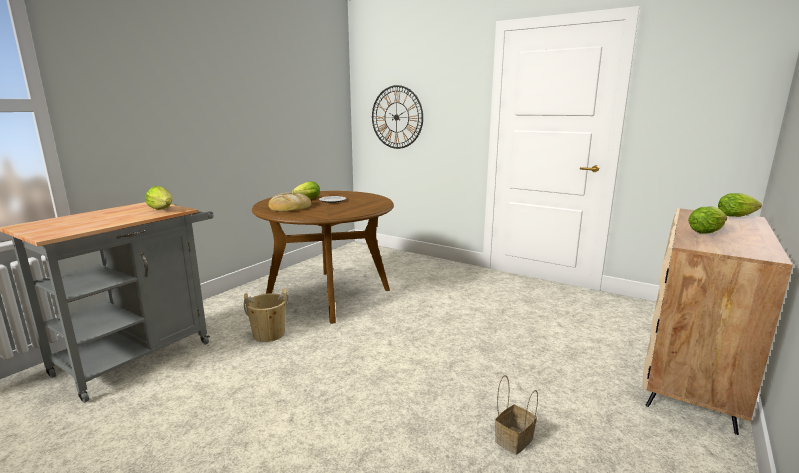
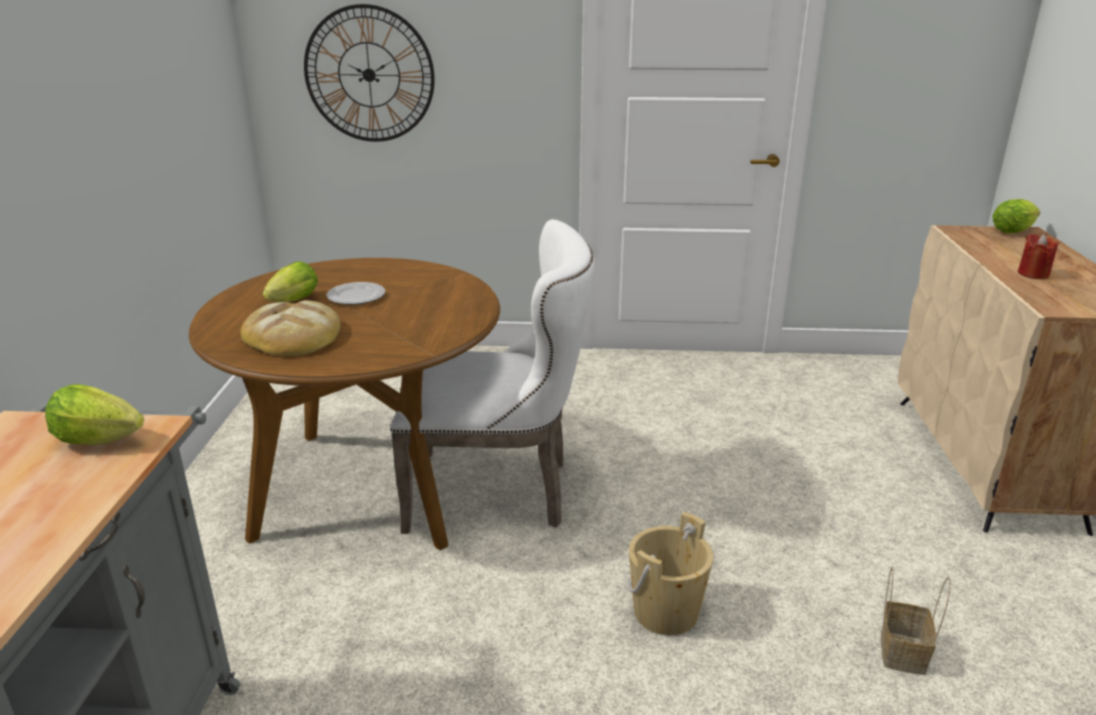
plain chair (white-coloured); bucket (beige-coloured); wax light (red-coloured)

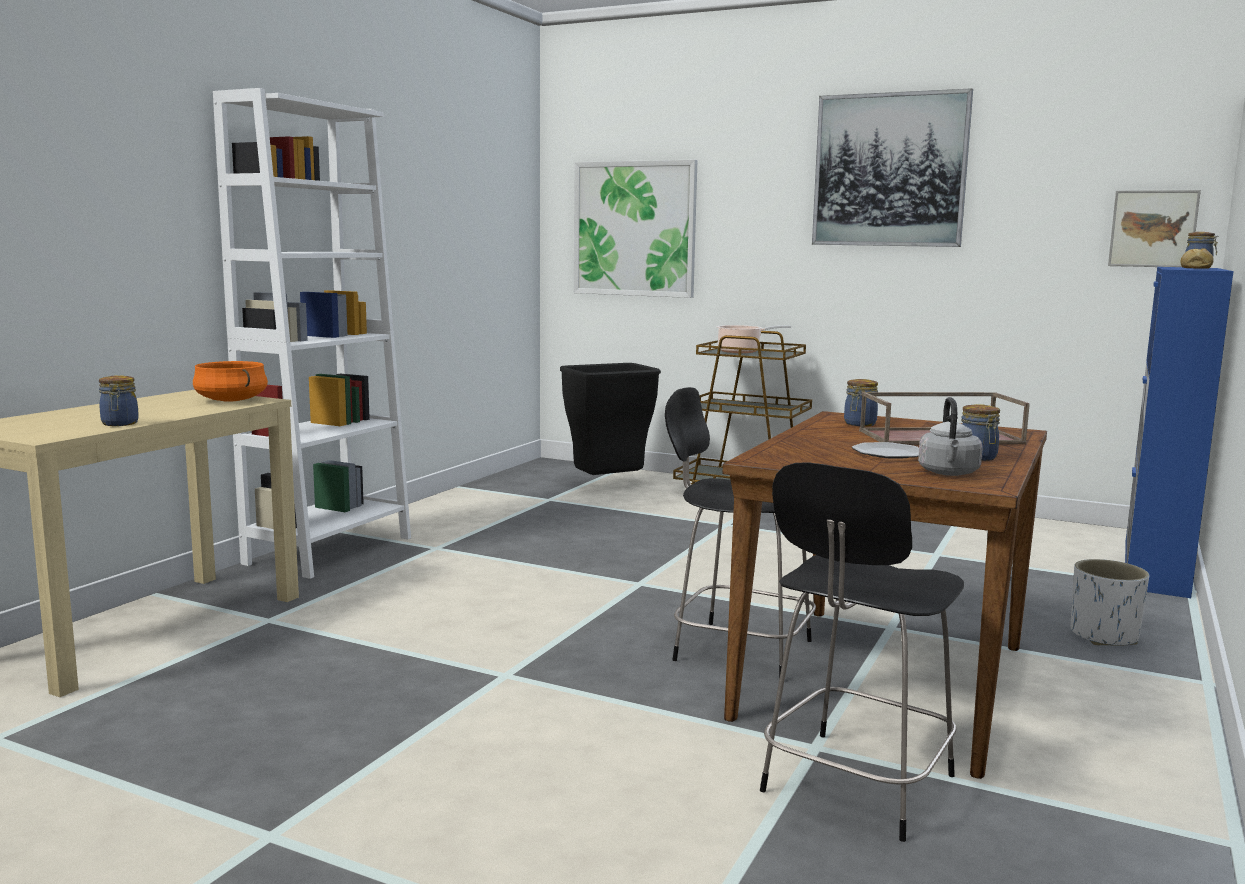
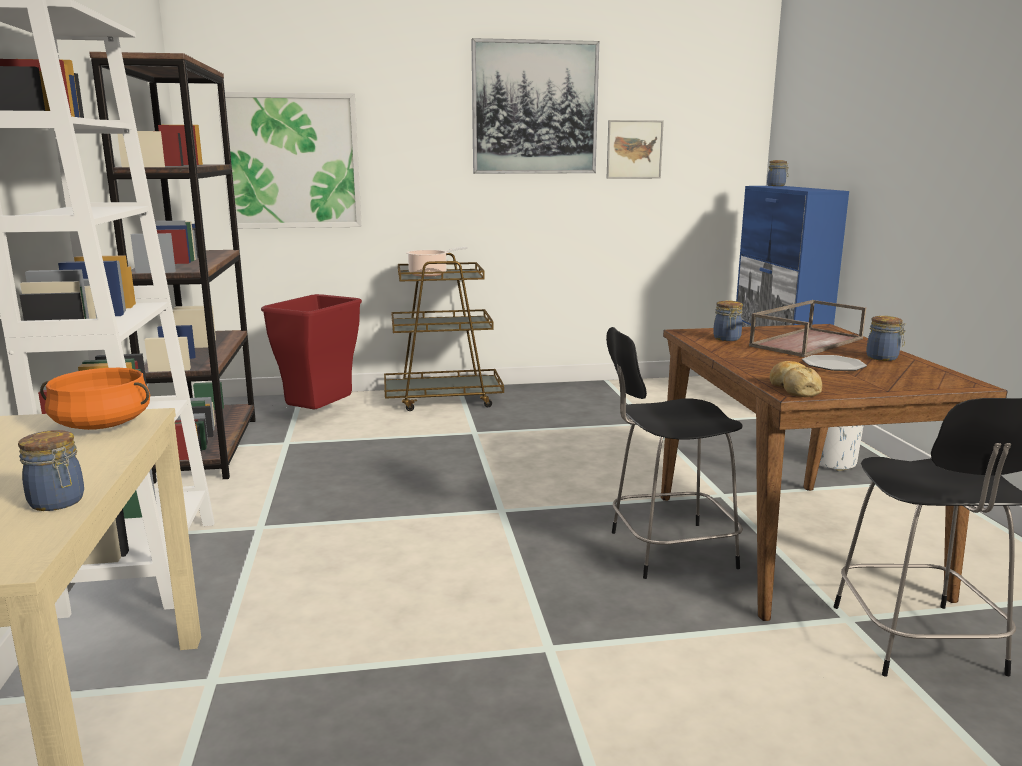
tea kettle (greyish); shelving unit (brownish); picture (3rd from left); bakery bread; waste bin (red-coloured)

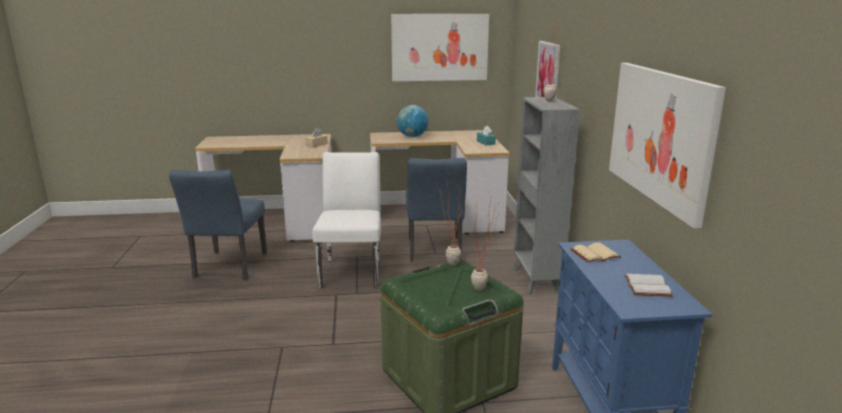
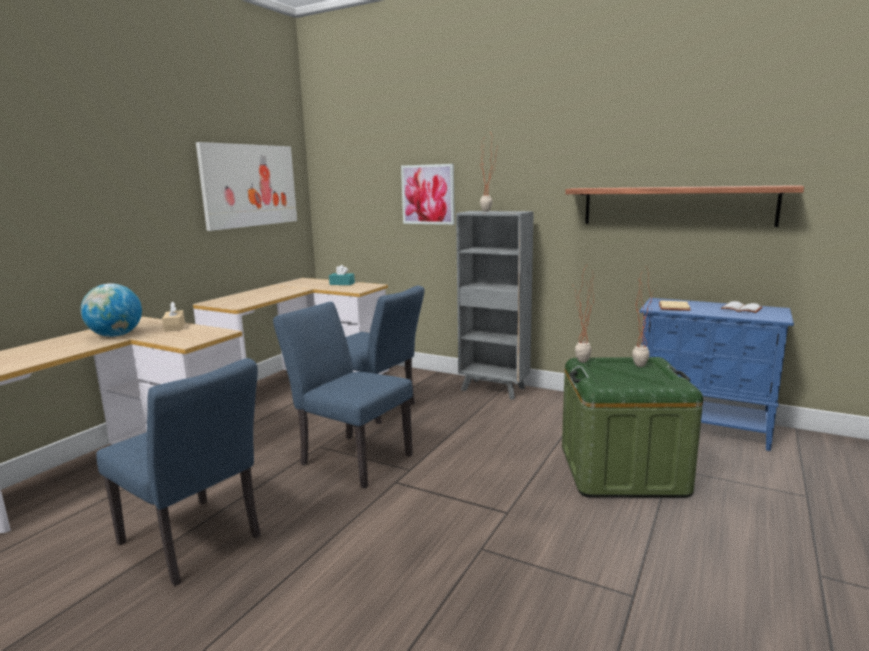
desk globe; wall shelf; plain chair (blue-coloured) (2nd from left)

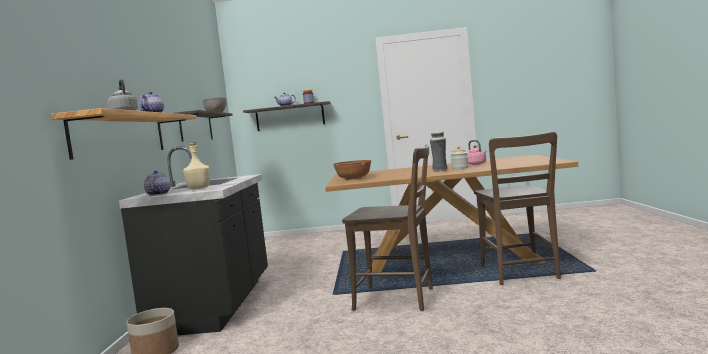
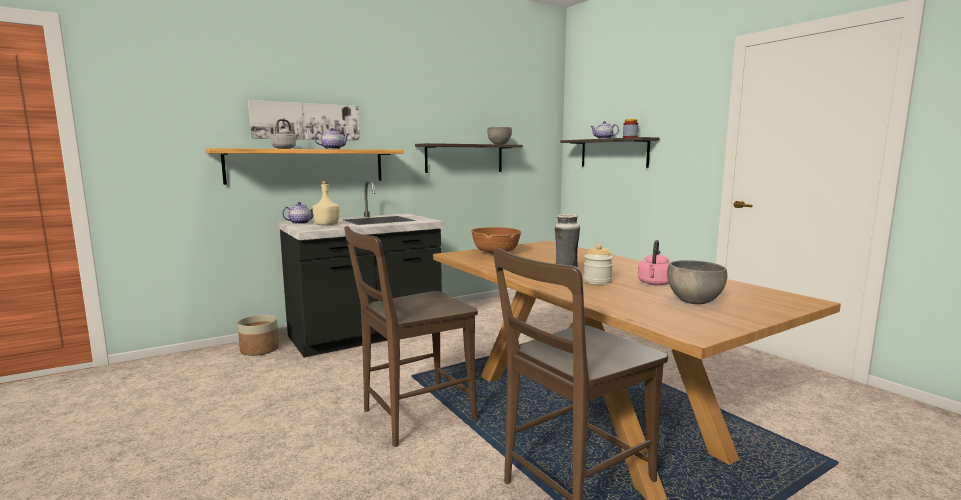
picture; deep dish (greyish) (2nd from left); plain chair (brownish) (1st from left)

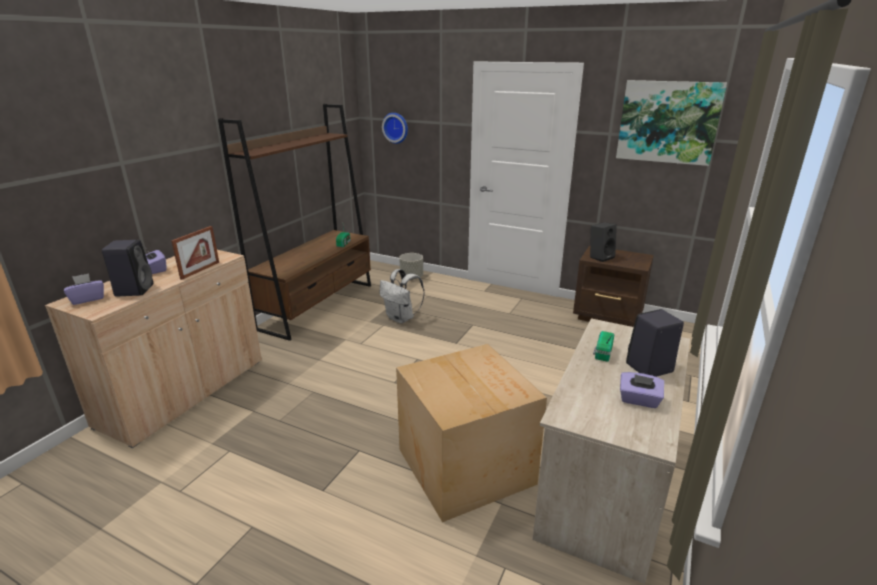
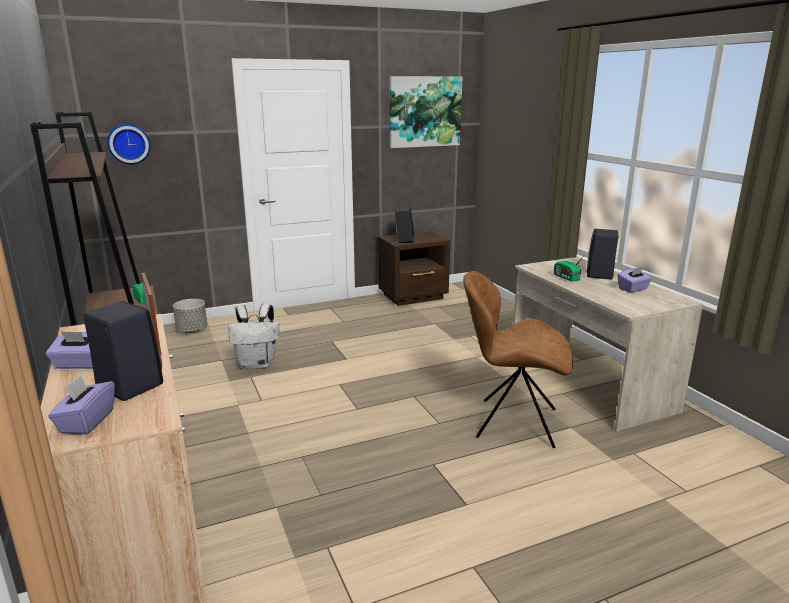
plain chair (brownish)

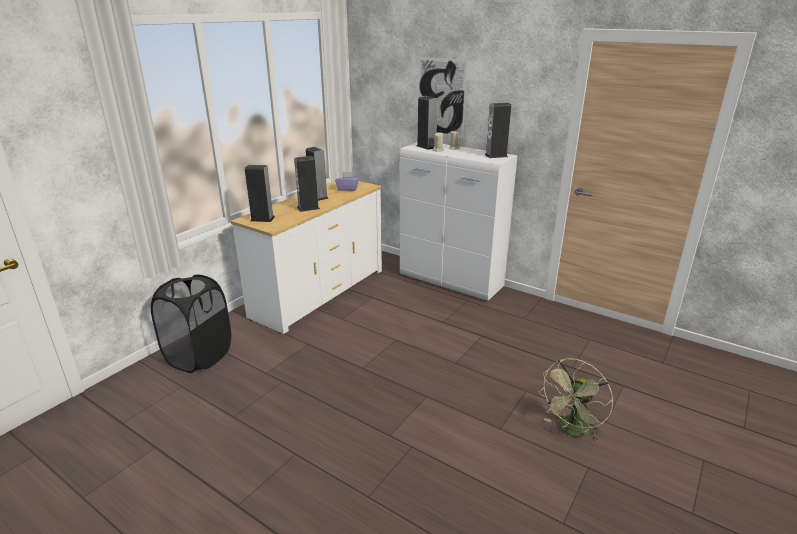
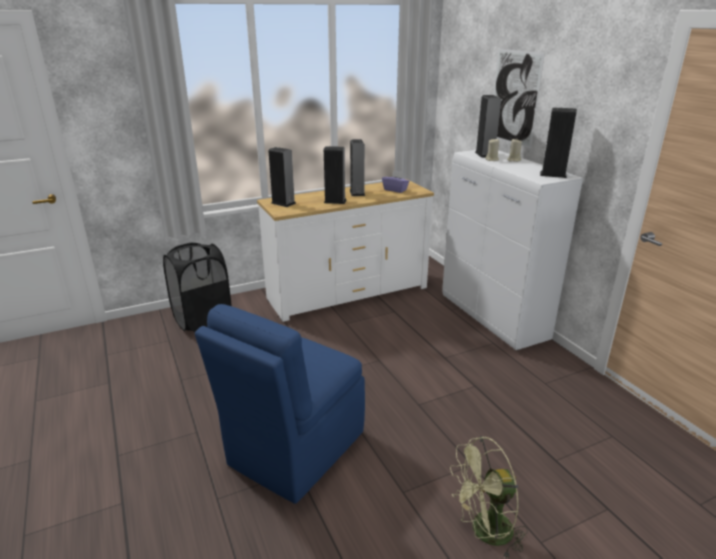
plain chair (blue-coloured)

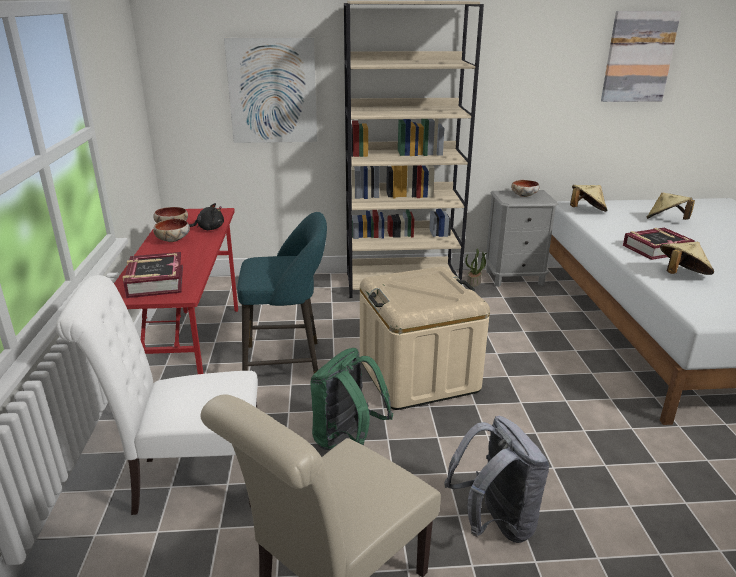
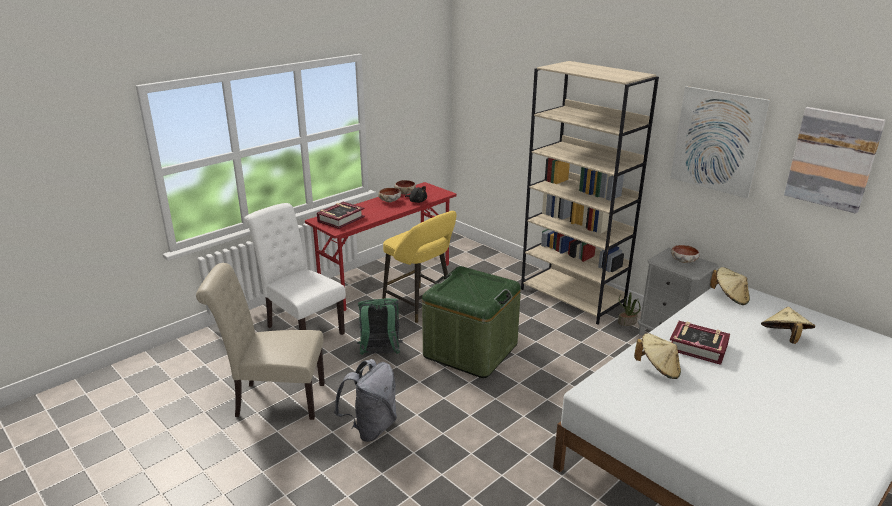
picture (1st from left); stool seat (yellowish); storage container (green)

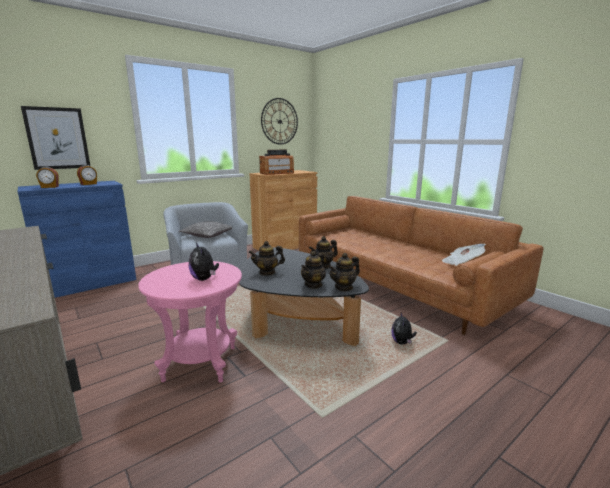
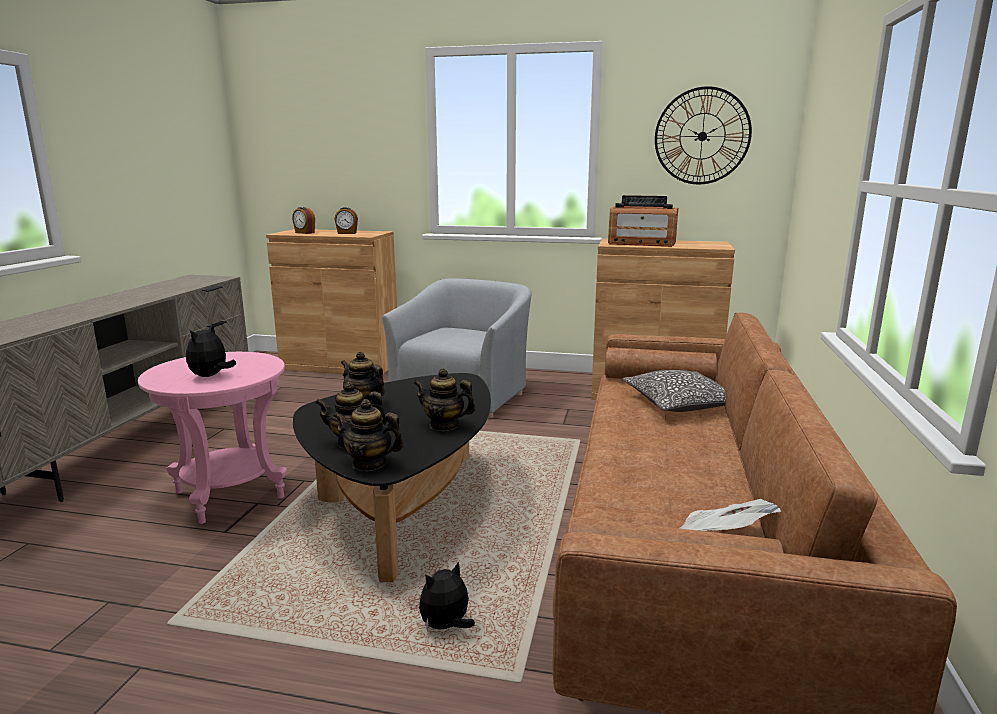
picture; cushion; cabinet (brownish) (1st from left)

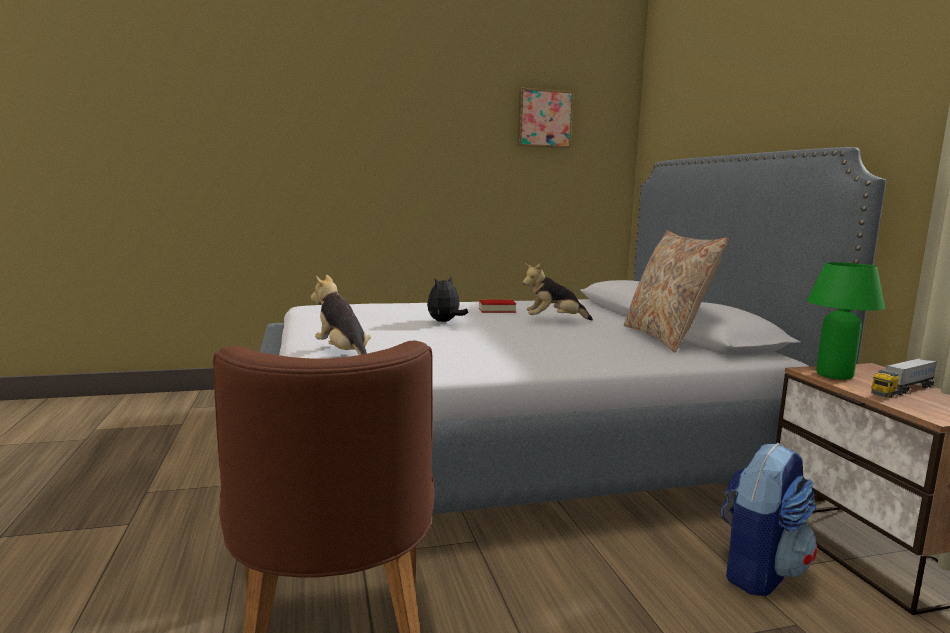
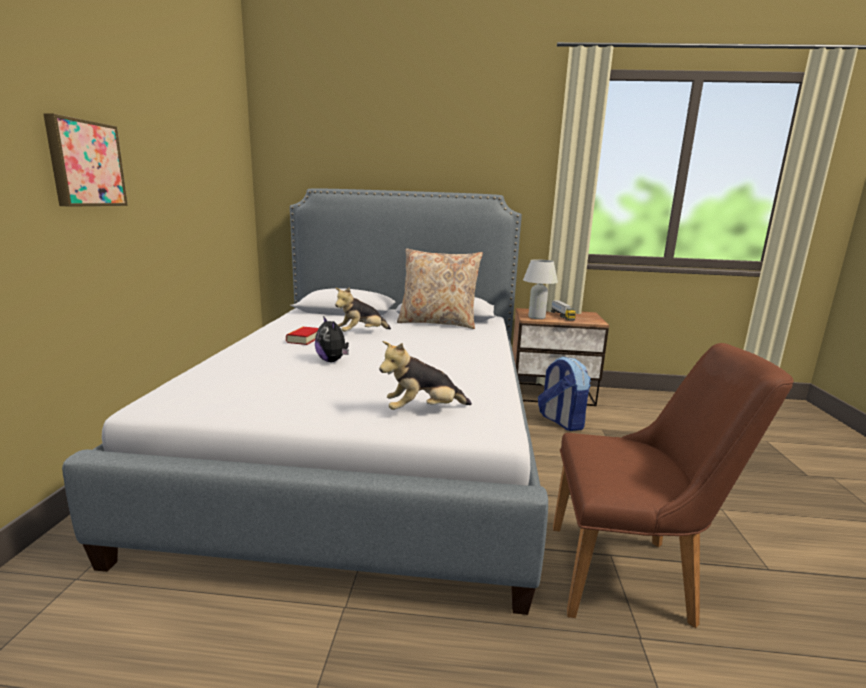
picture; tabletop lamp (white-coloured); plush toy (2nd from left)

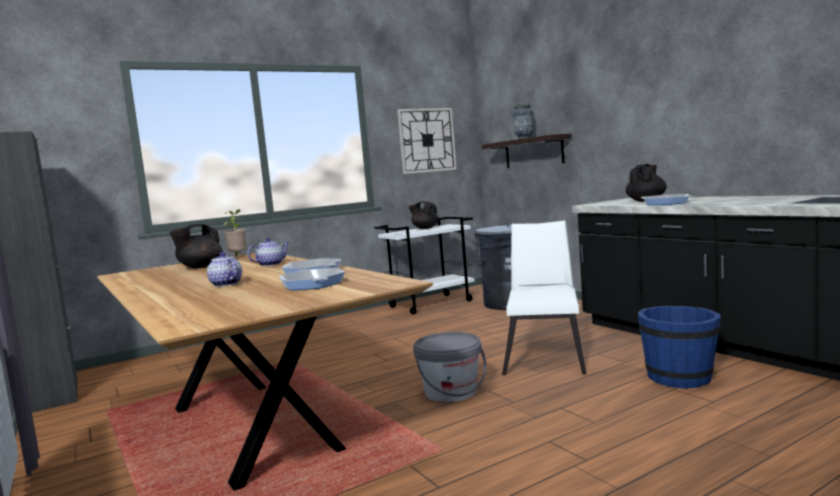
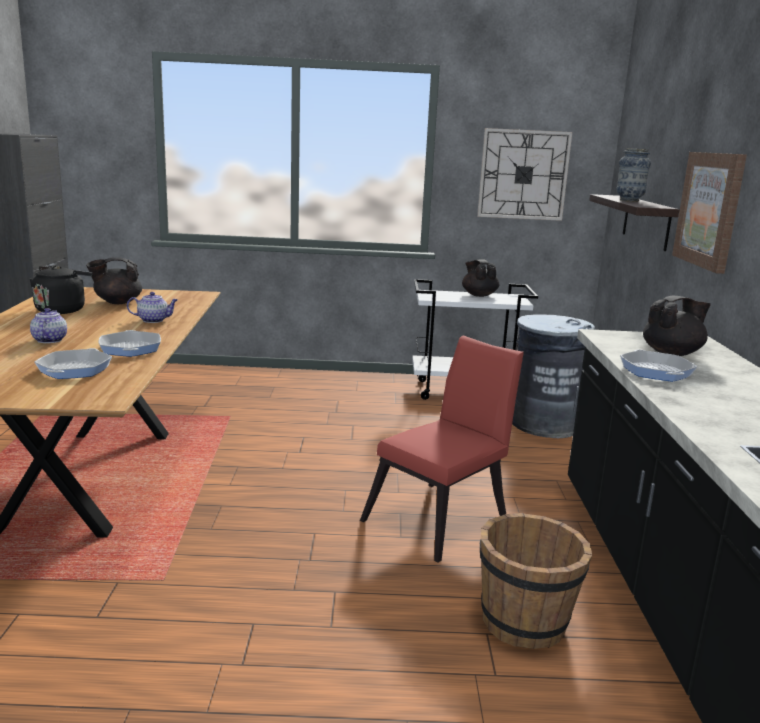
plant in a pot; bucket (greyish); tea kettle (blackish); picture; plain chair (red-coloured); bucket (brownish)

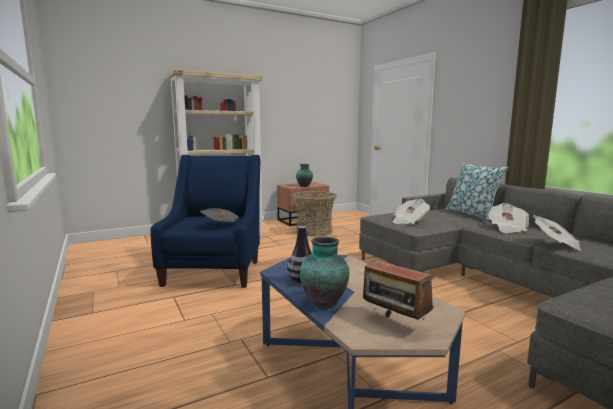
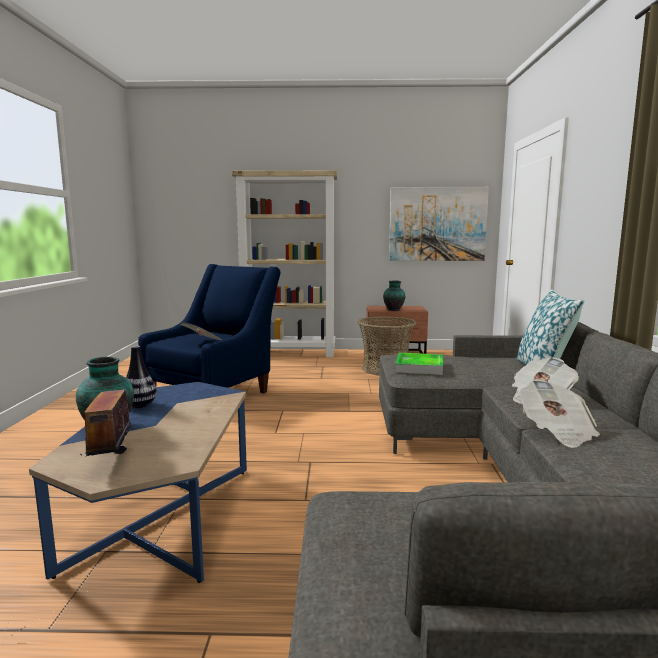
picture; tray

